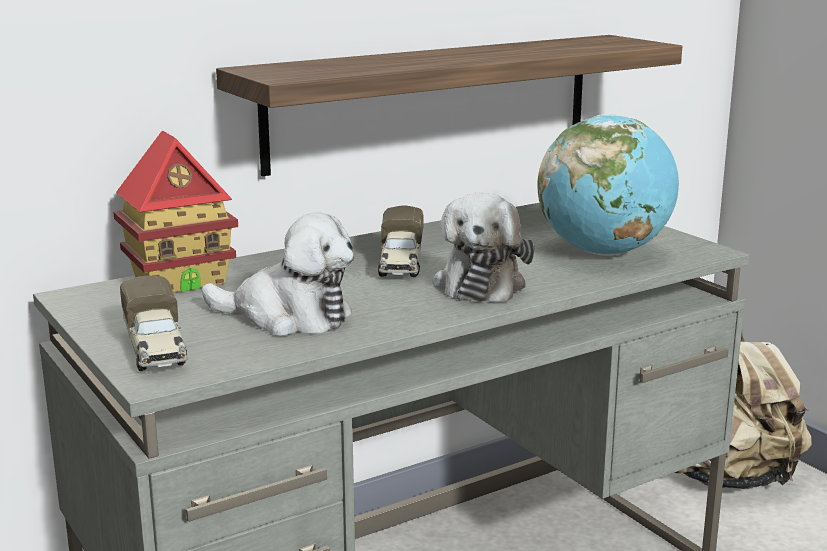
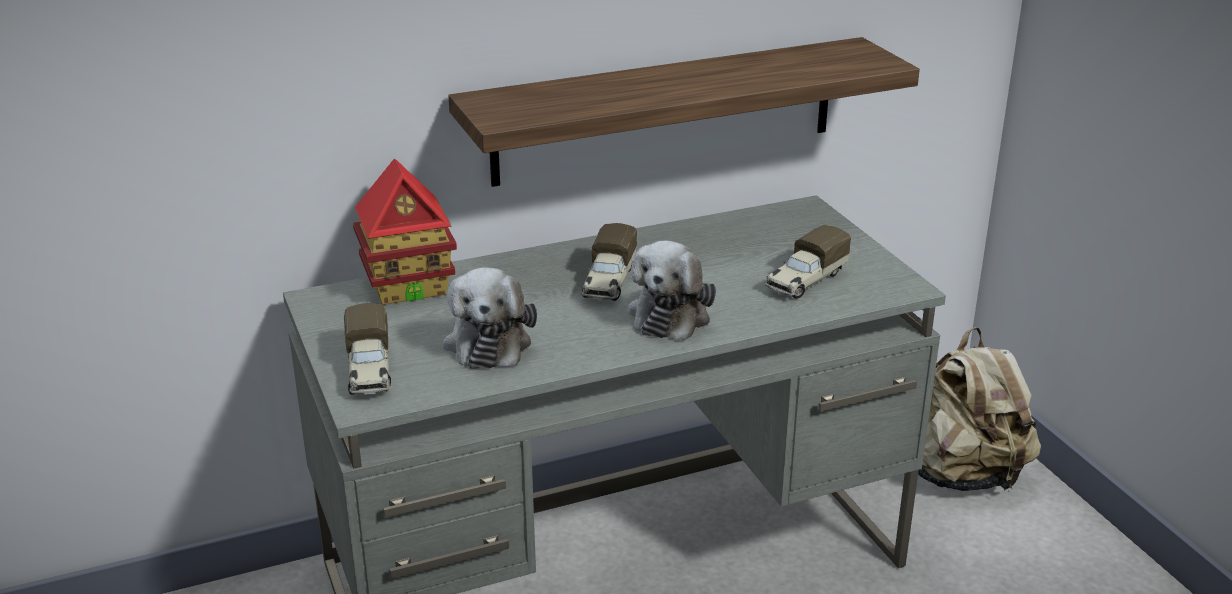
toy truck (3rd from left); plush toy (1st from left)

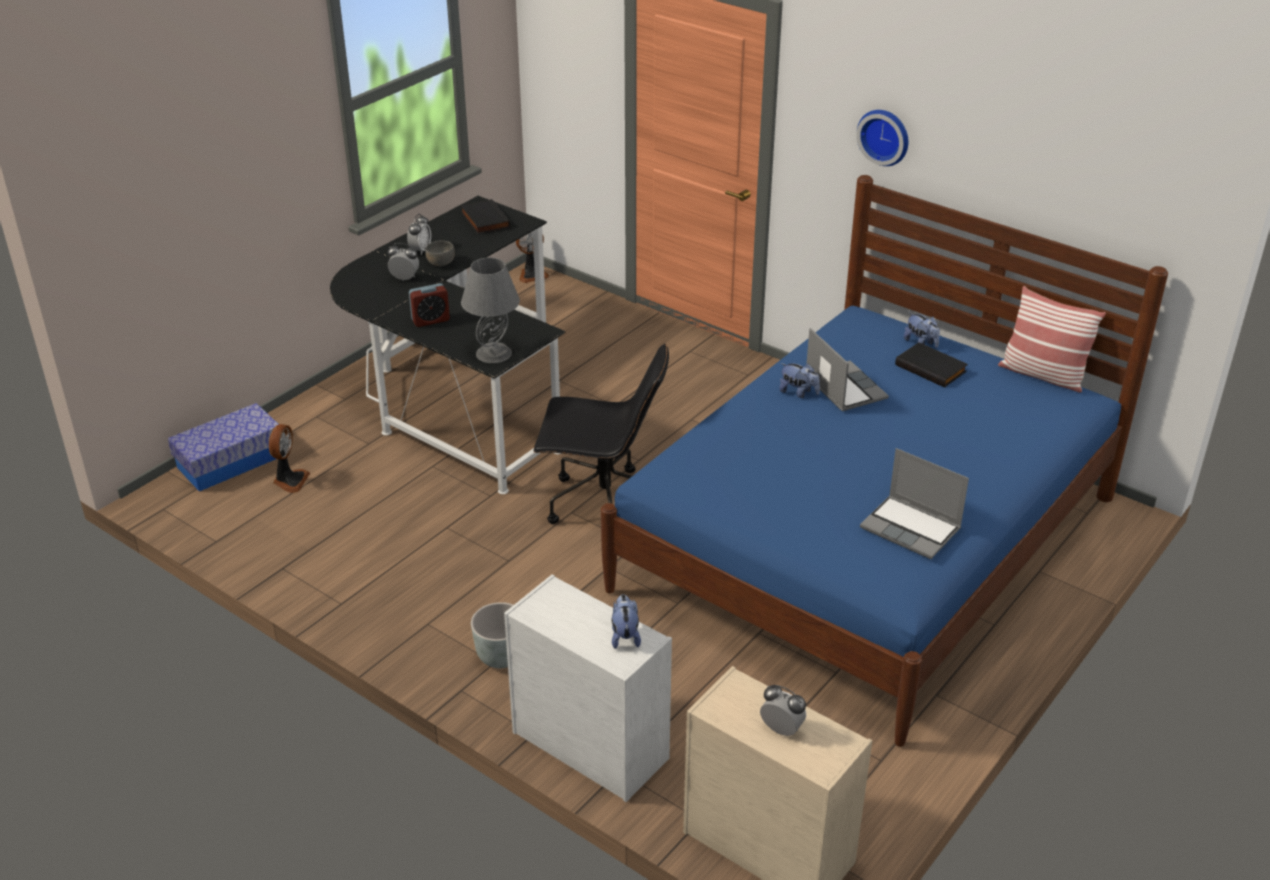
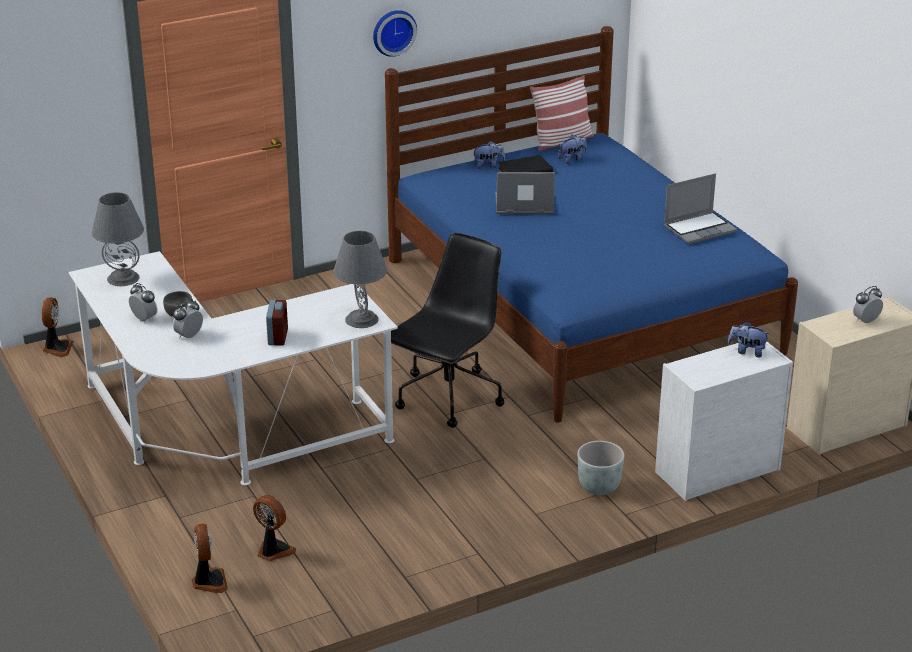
plush toy (2nd from left); fan (2nd from left); tabletop lamp (greyish) (1st from left); desk unit (white-coloured)

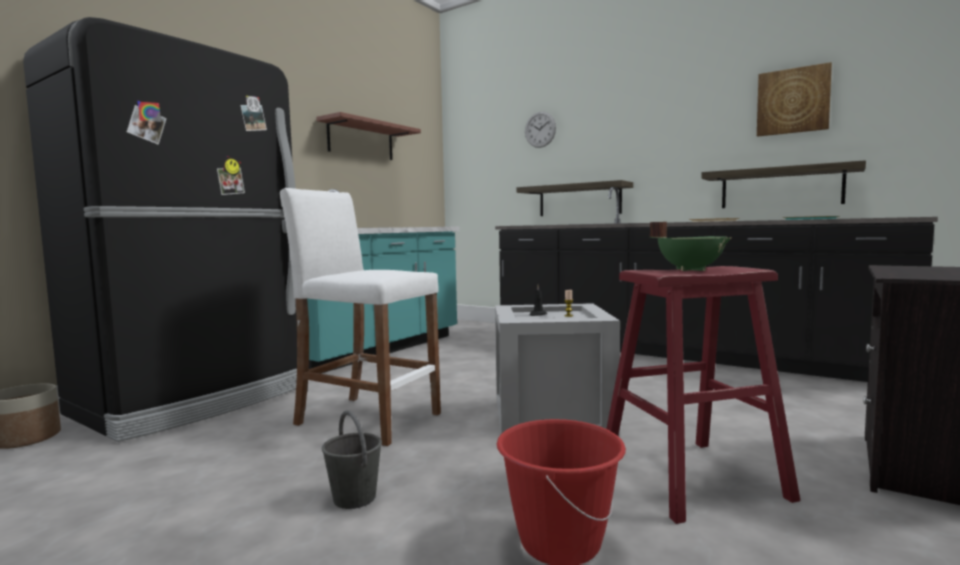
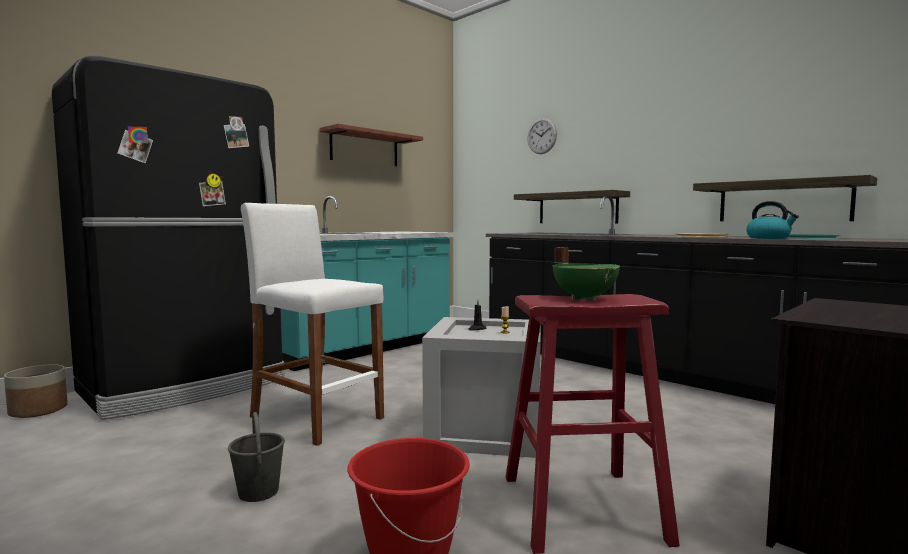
picture; tea kettle

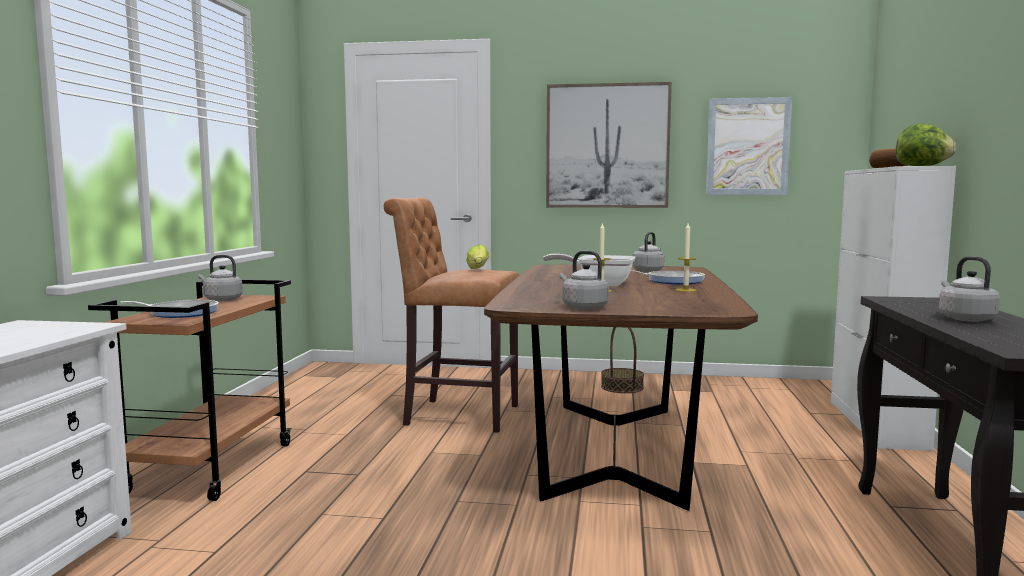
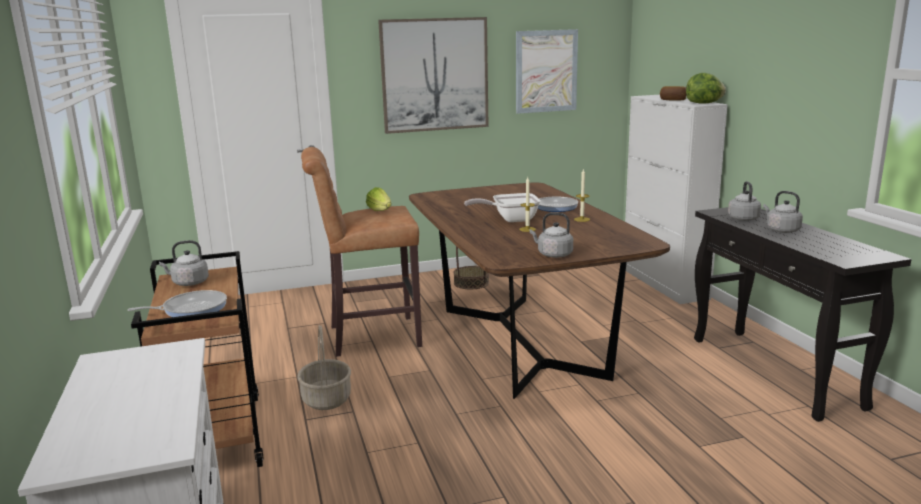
household basket (1st from left); tea kettle (greyish) (3rd from left)

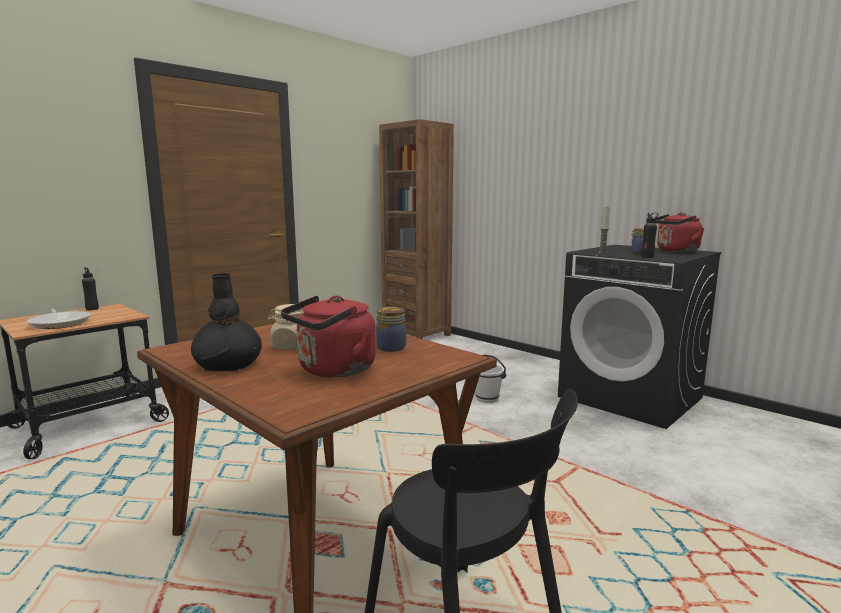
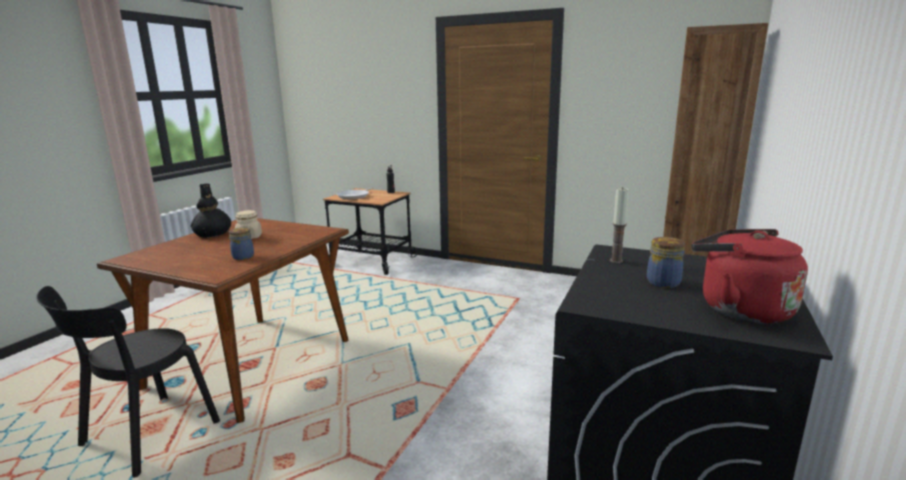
tea kettle (red-coloured) (1st from left in the first image); bucket (white-coloured); beverage bottle (blackish) (2nd from left in the first image)

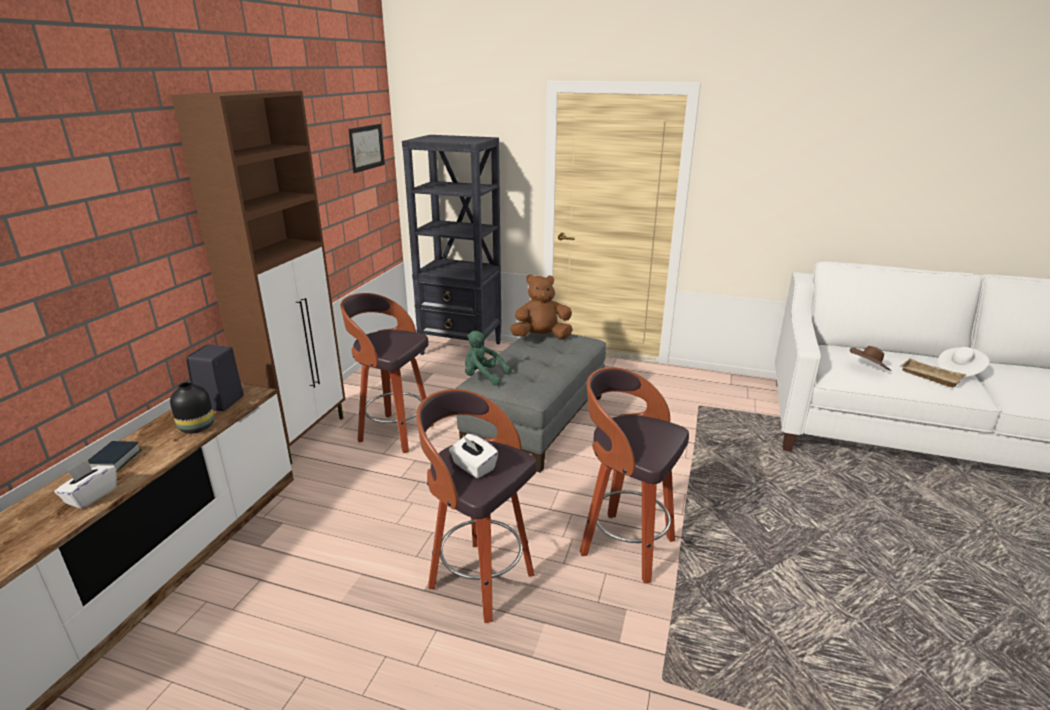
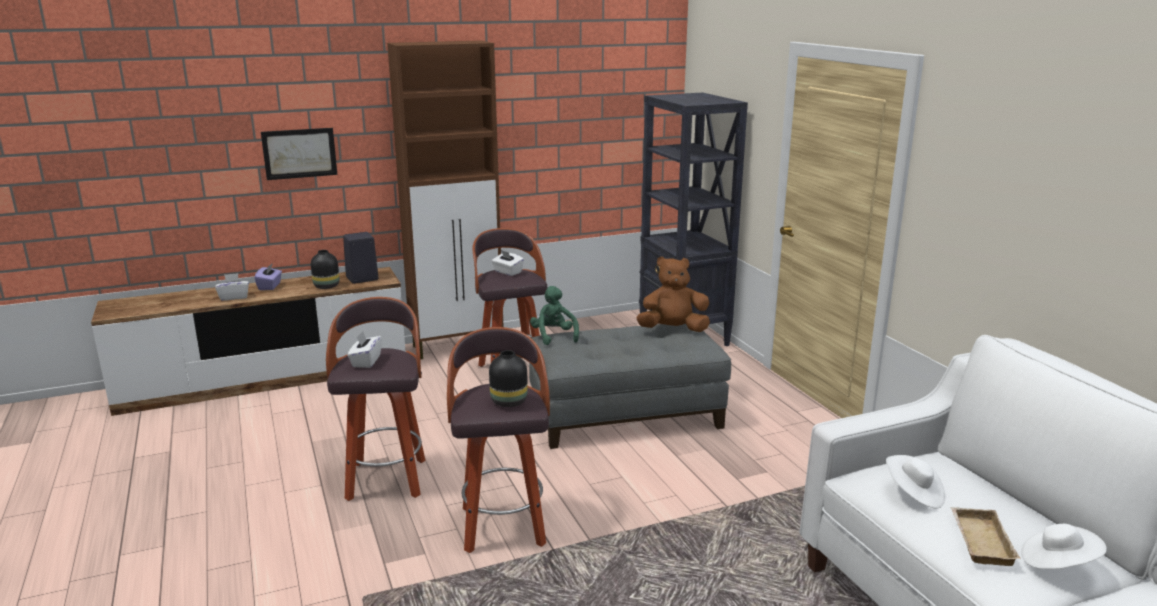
decorative vase (blackish) (2nd from left); tissue holder (white-coloured) (3rd from left); picture; tissue holder (purplish); wearable hat (white-coloured) (1st from left); plush toy (brownish)

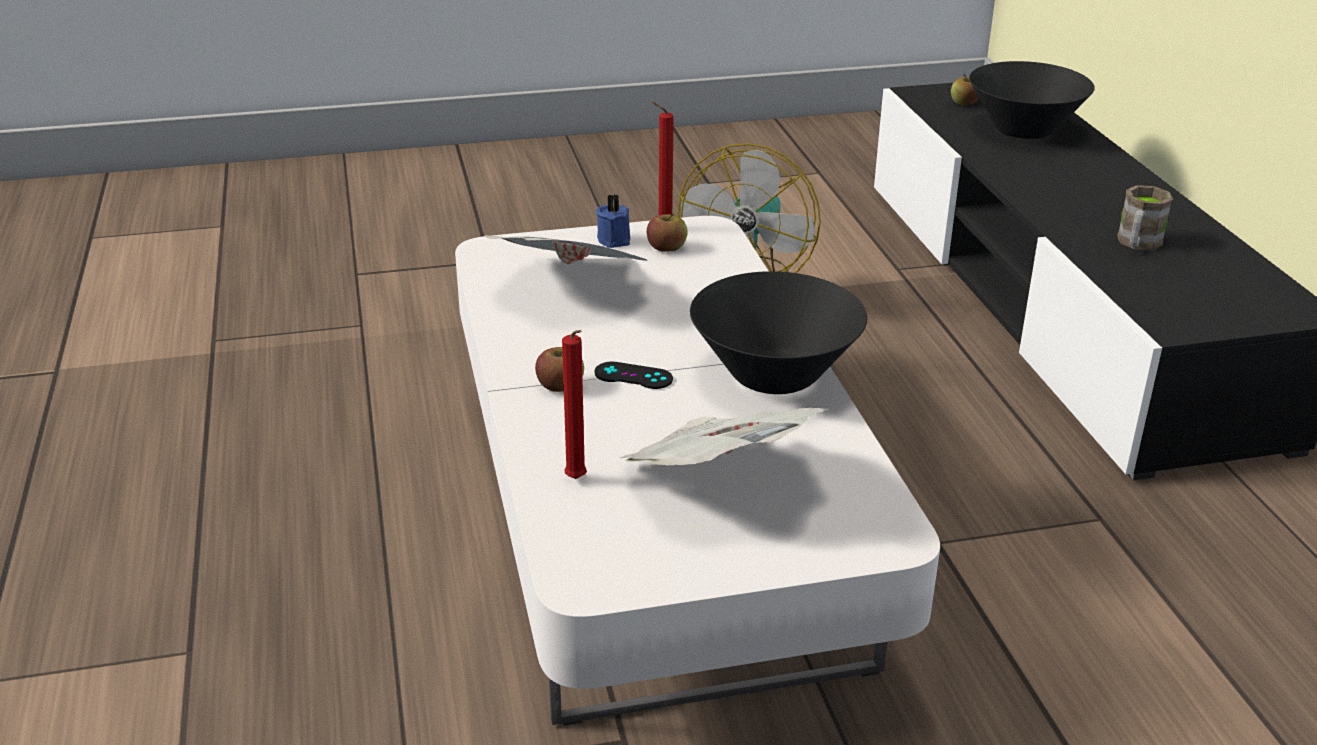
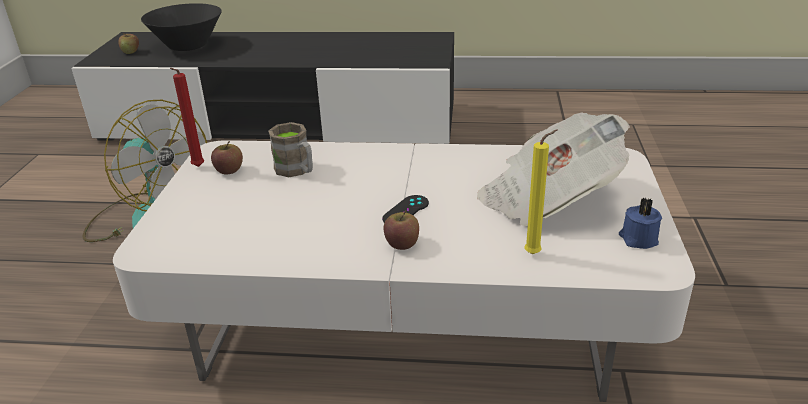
newspaper (1st from left in the first image); deep dish (blackish) (1st from left in the first image); wax light (blue-coloured); tea mug (brownish); wax light (yellowish)

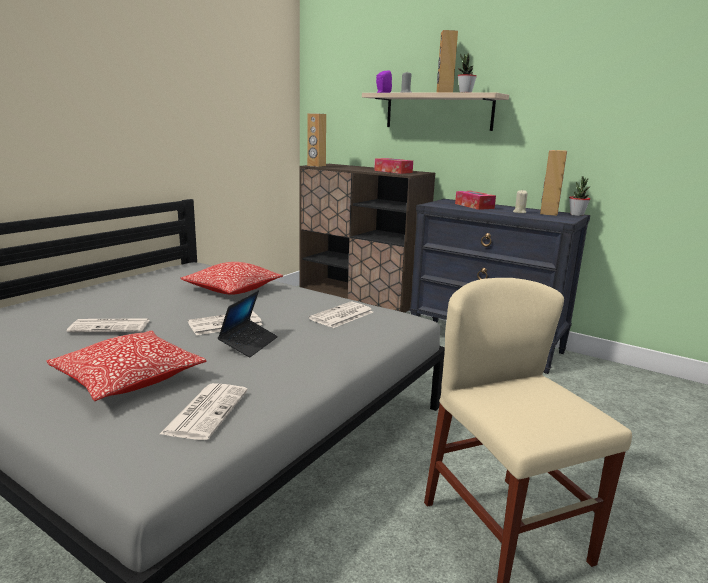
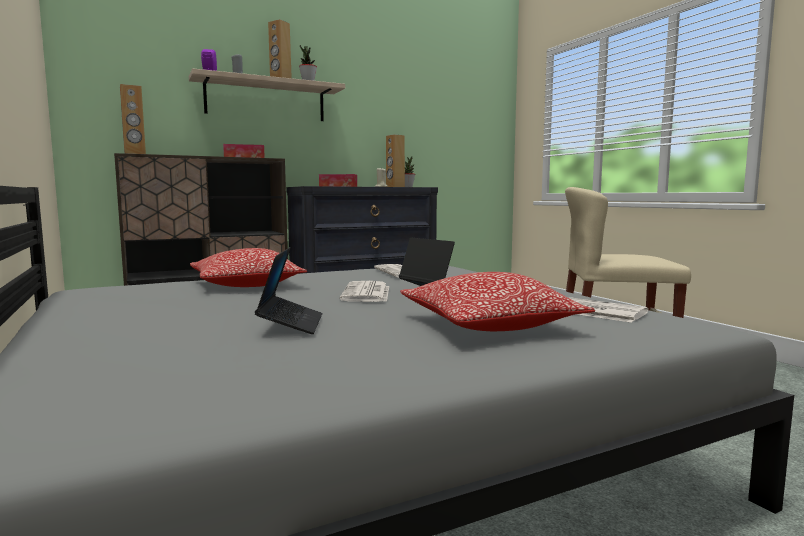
portable computer (1st from left)

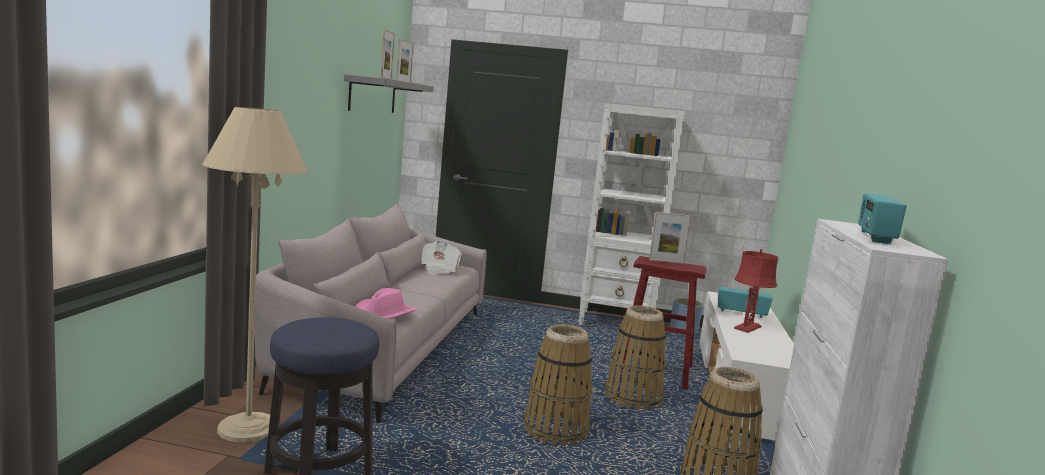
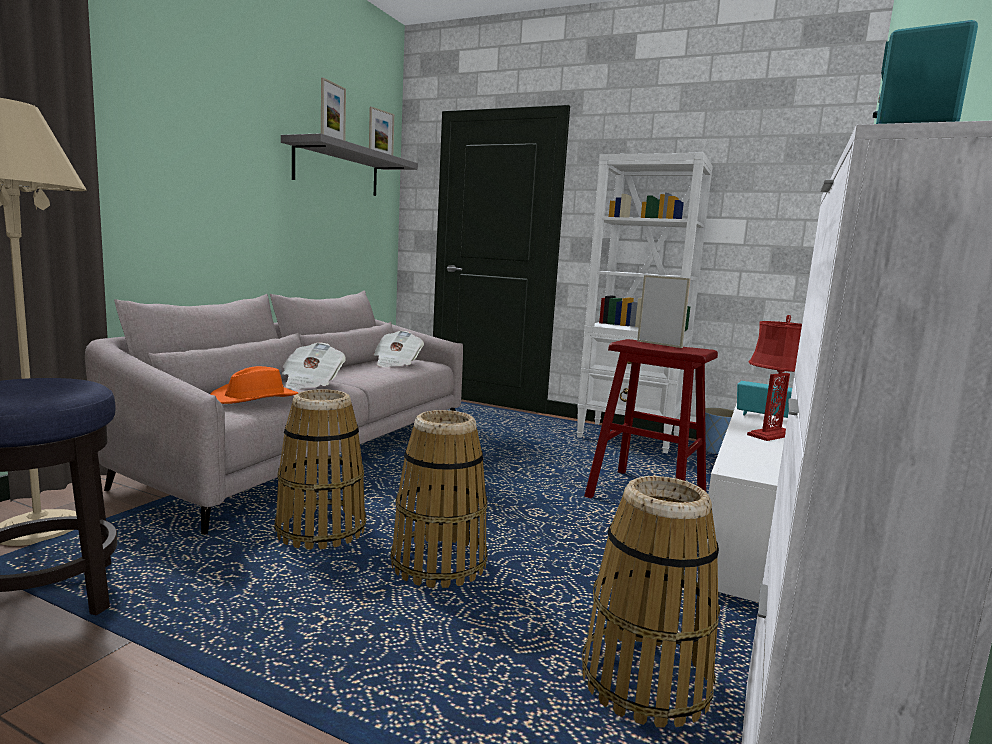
newspaper (1st from left); household basket (1st from left); wearable hat (orangey); photo frame (3rd from left)

